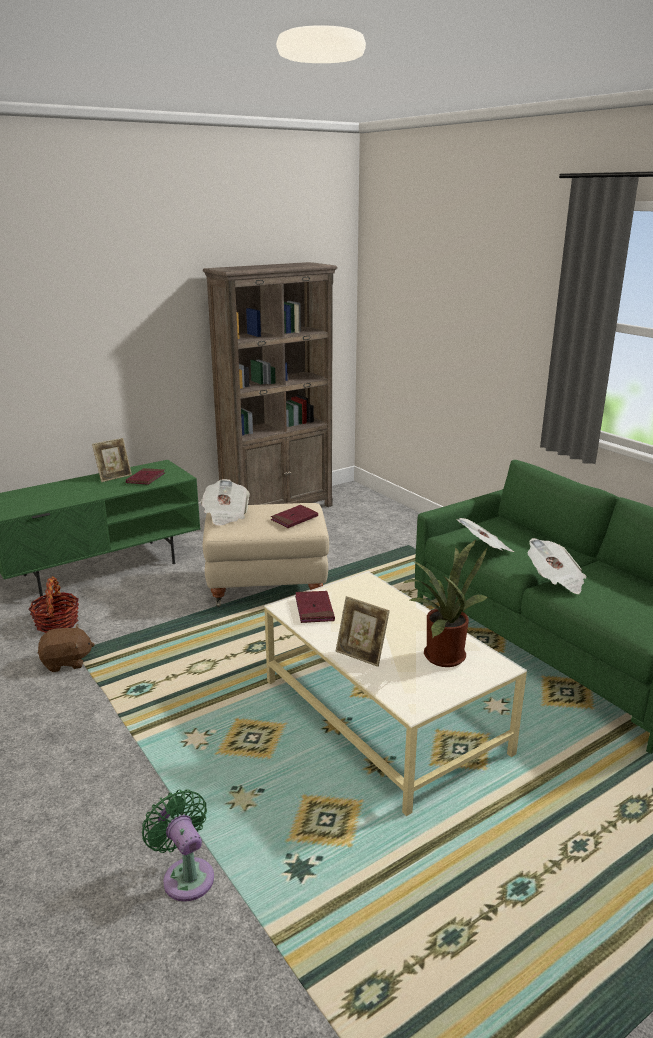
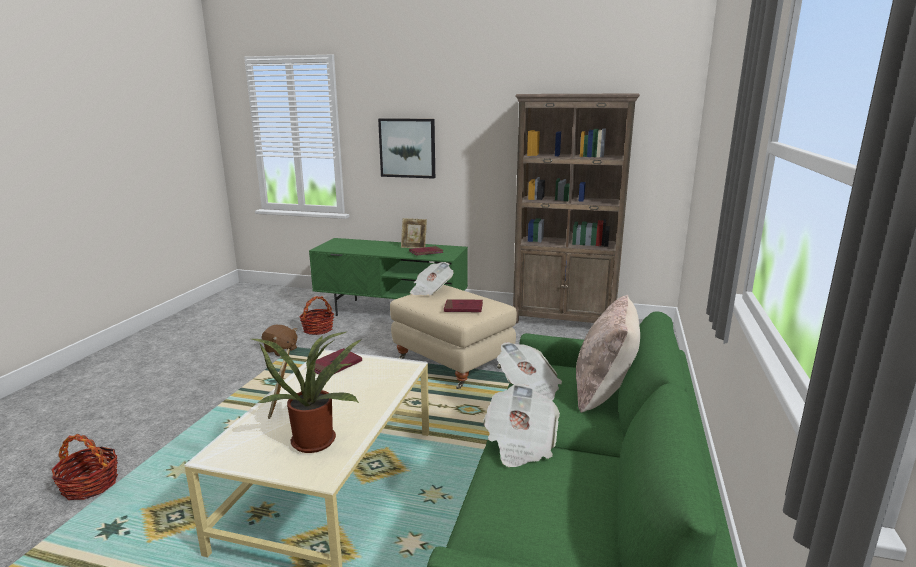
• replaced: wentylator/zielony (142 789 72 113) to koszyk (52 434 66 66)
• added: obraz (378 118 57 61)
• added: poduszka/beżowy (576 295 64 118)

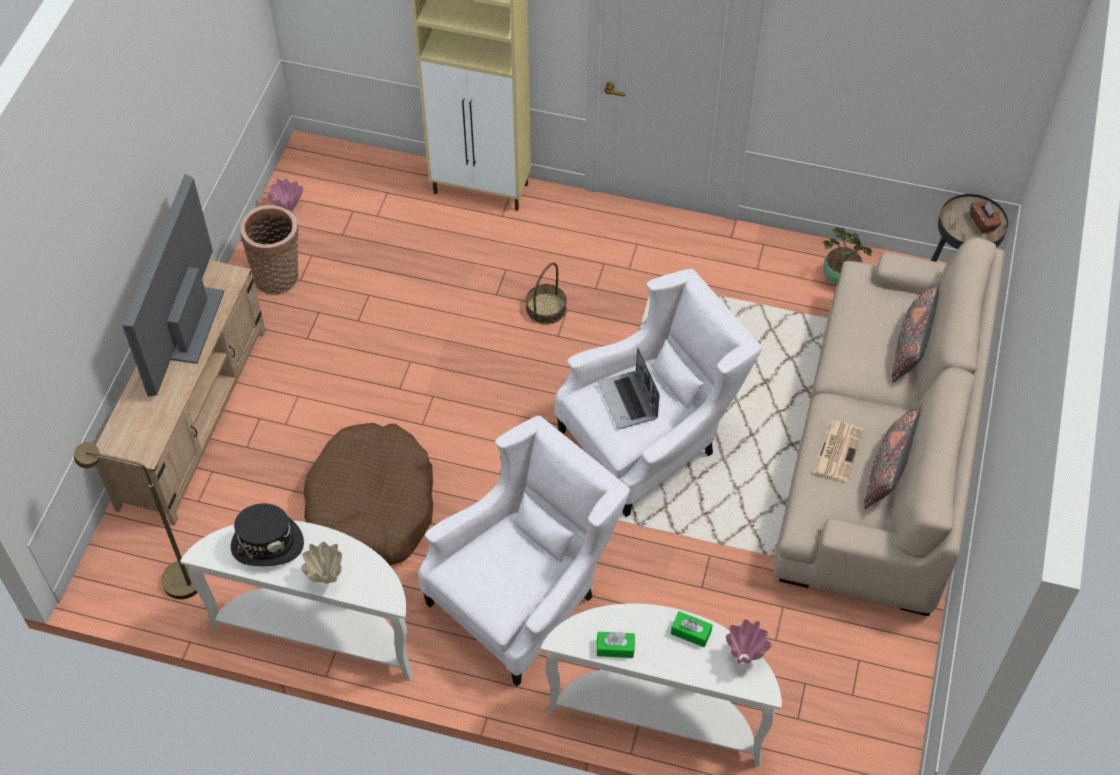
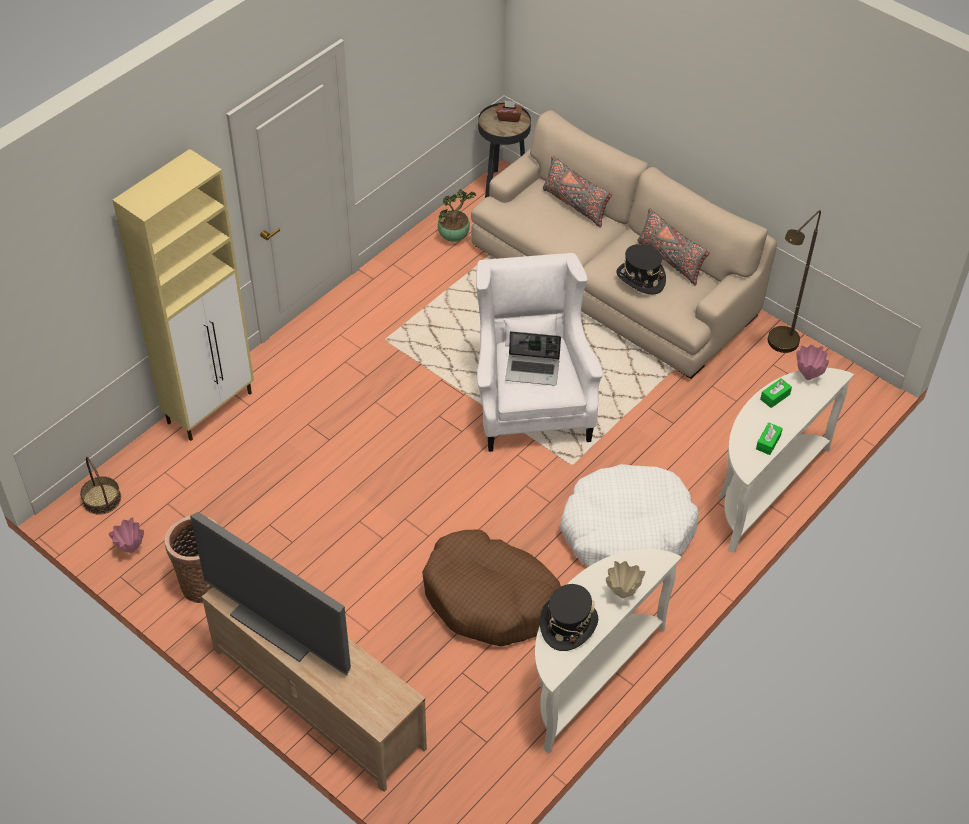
• moved: koszyk (526 262 40 62) to (80 457 41 58)
• replaced: fotel/biały (418 416 212 271) to legowisko/biały (560 464 139 102)
• replaced: gazeta (813 420 50 62) to kapelusz/czarny (616 244 50 50)
• moved: lampa stojąca/brązowy (74 442 123 157) to (768 210 53 143)

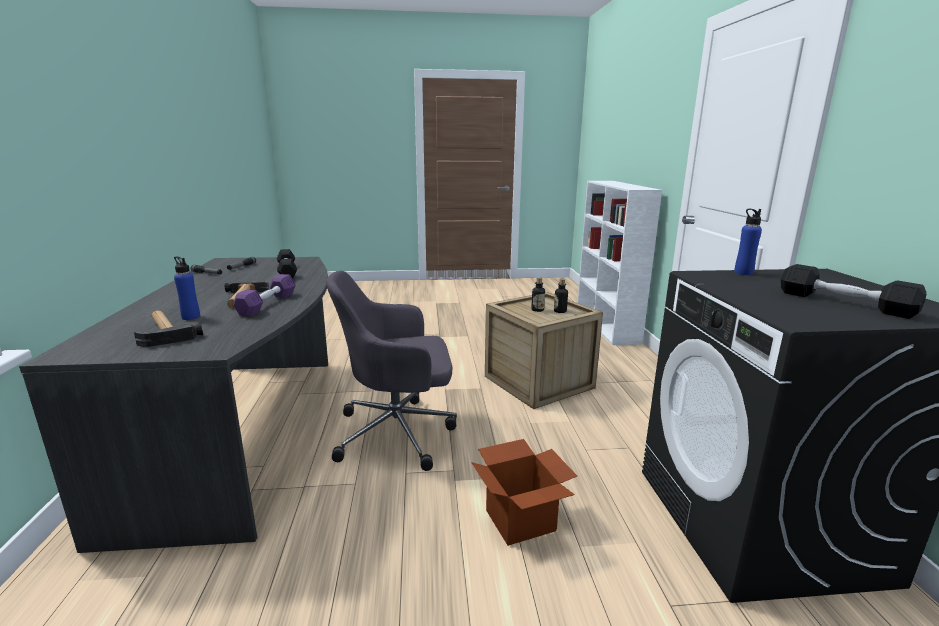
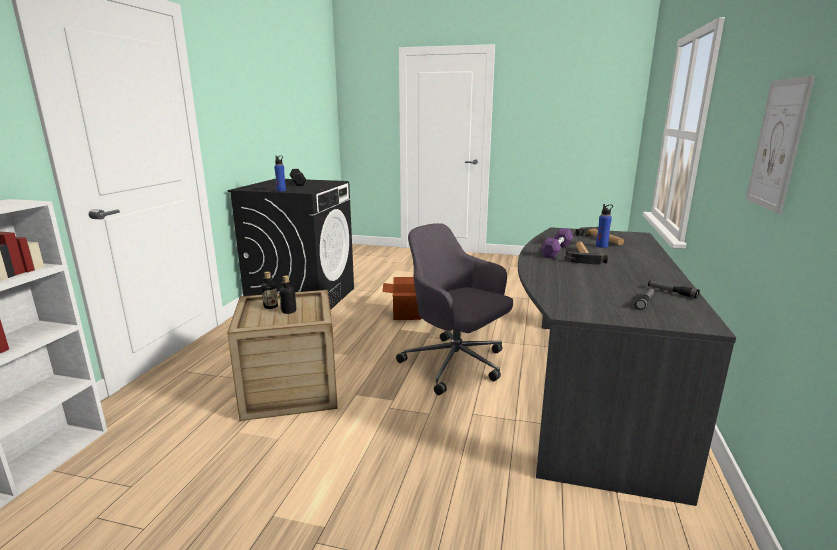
• removed: hantel/czarny (277 249 20 30)
• turned: krzesło biurowe/szary (326 271 131 200) = (396 223 117 172) 150 degrees counterclockwise
• added: obraz (746 75 69 139)

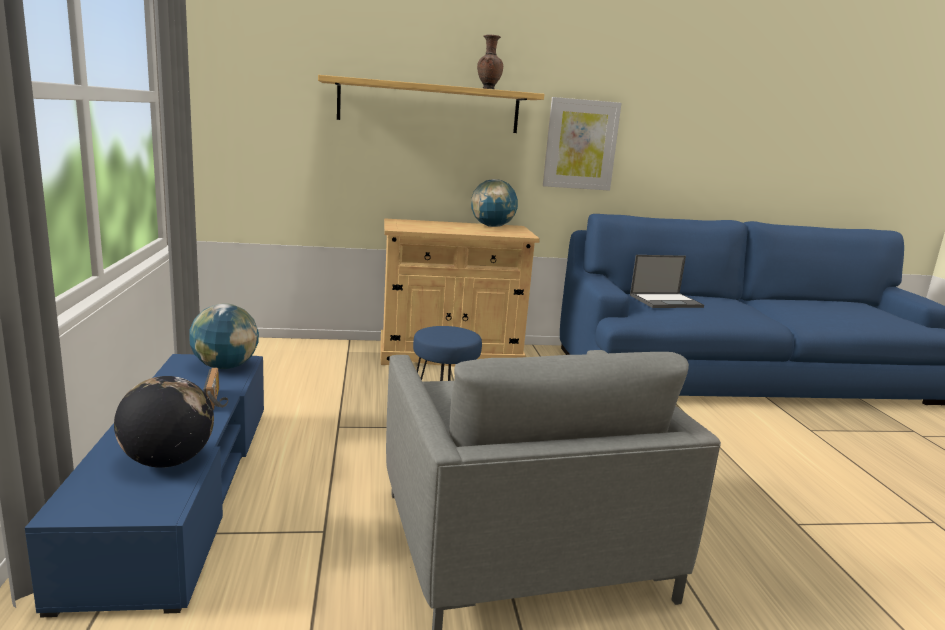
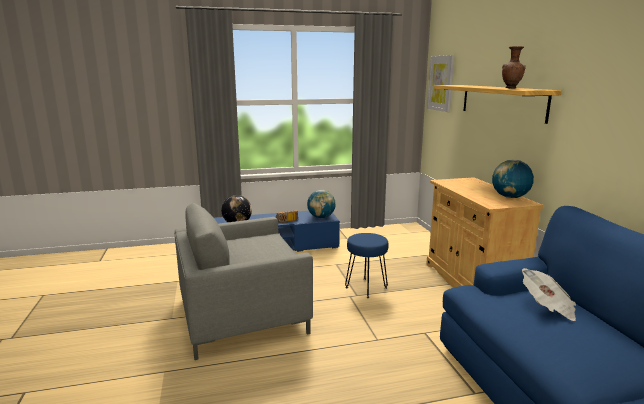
• moved: obraz (543 97 79 94) to (427 55 27 57)
• replaced: laptop (630 255 74 53) to gazeta (522 268 54 53)

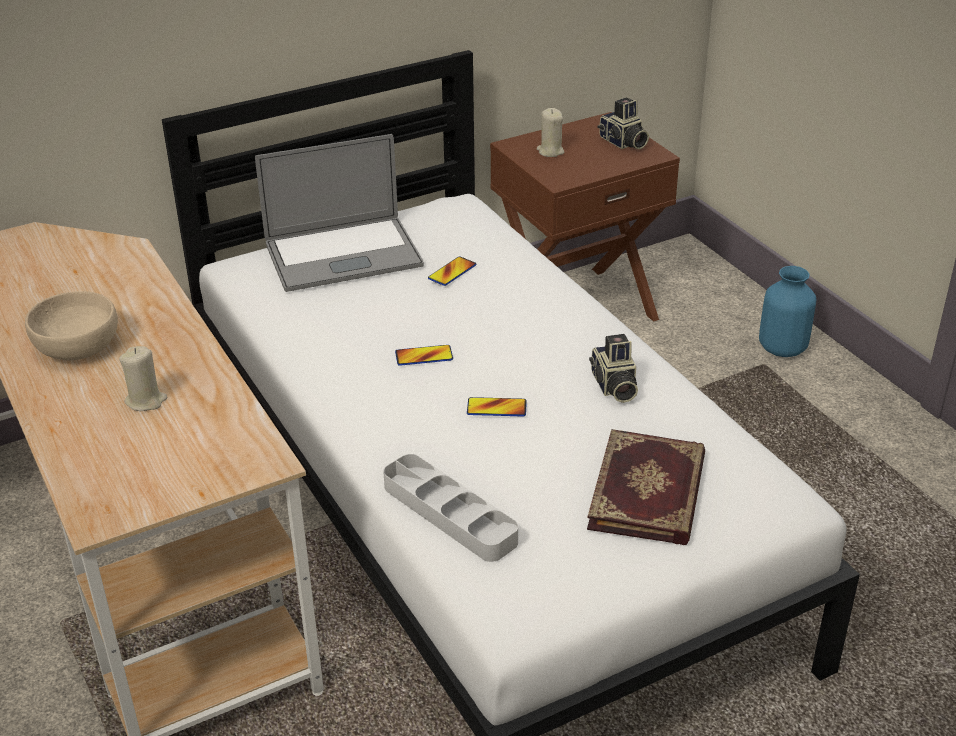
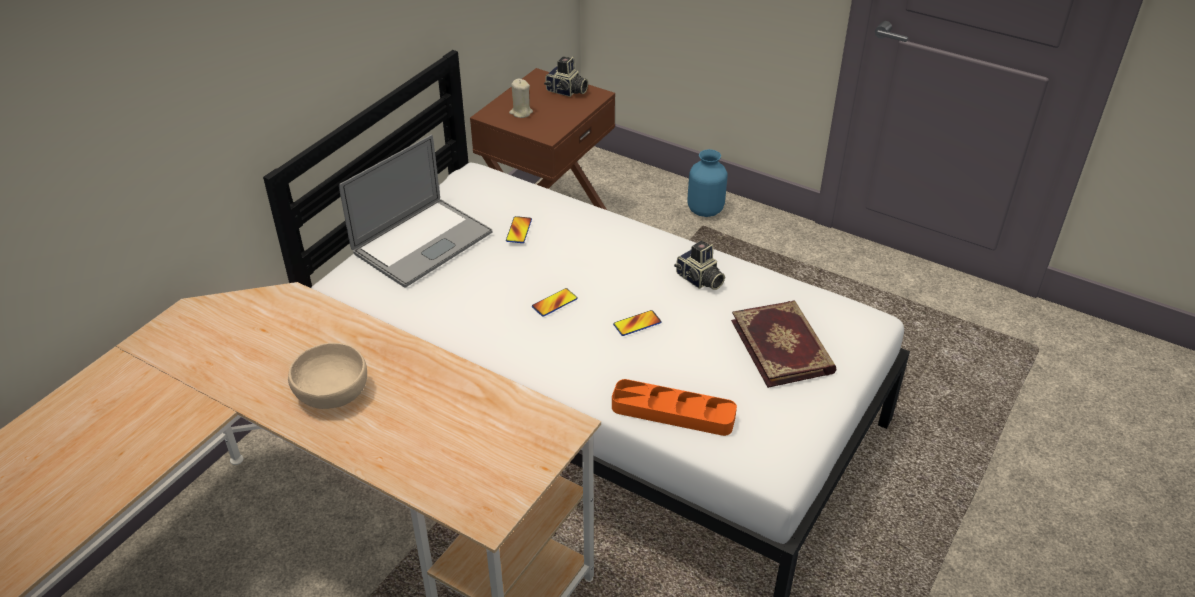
• removed: świeca/beżowy (119 346 48 65)
• recoloured: taca/szary (383 454 135 108) to taca/pomarańczowy (612 379 125 57)

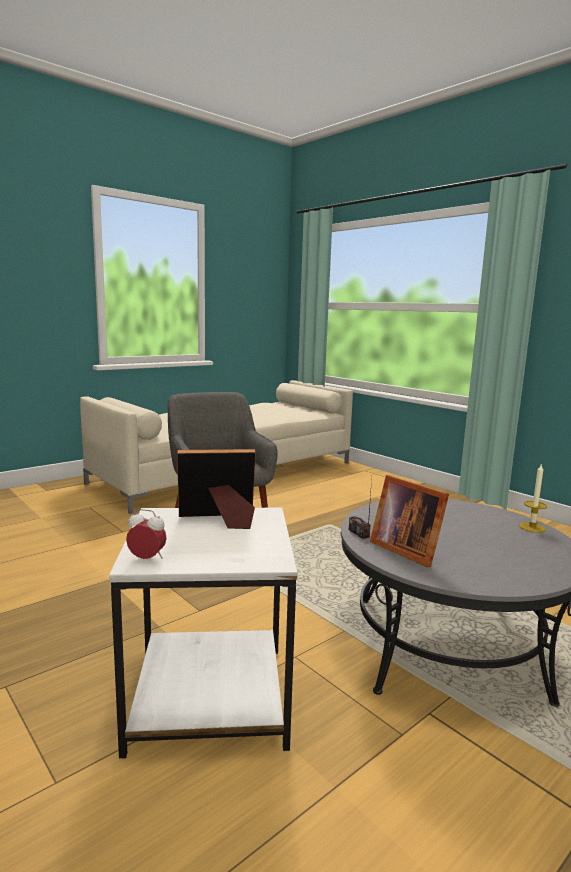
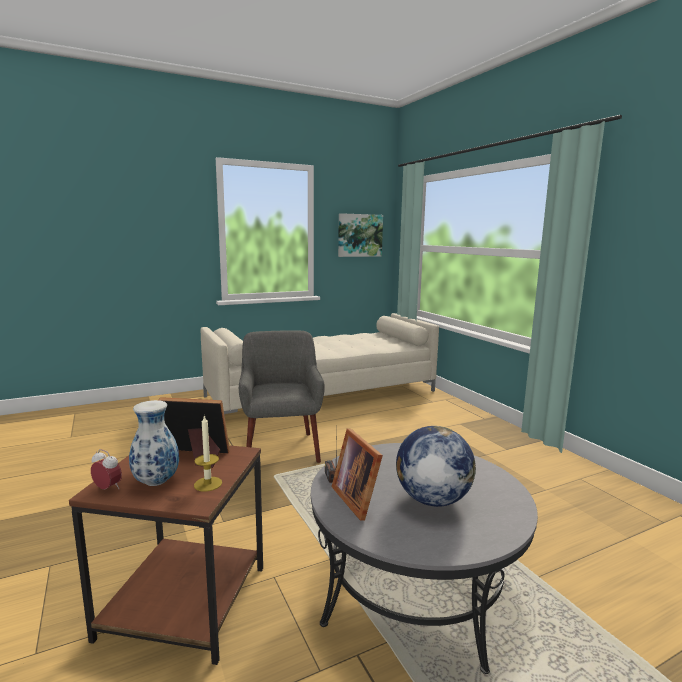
• moved: świeca (519 463 28 70) to (194 415 28 77)
• recoloured: stolik/biały (109 508 188 250) to stolik/brązowy (69 445 194 220)
• added: obraz (338 213 45 44)
• added: wazon (129 400 50 86)
• added: globus (396 426 80 81)

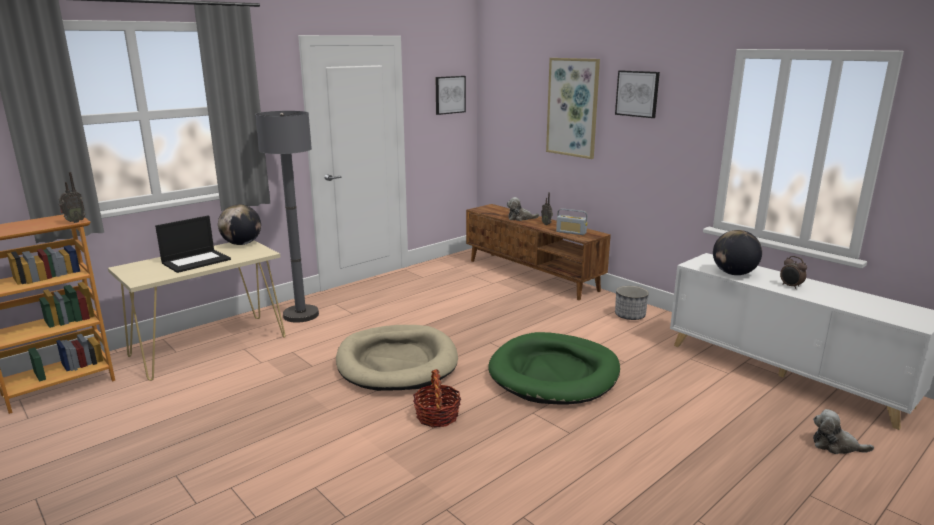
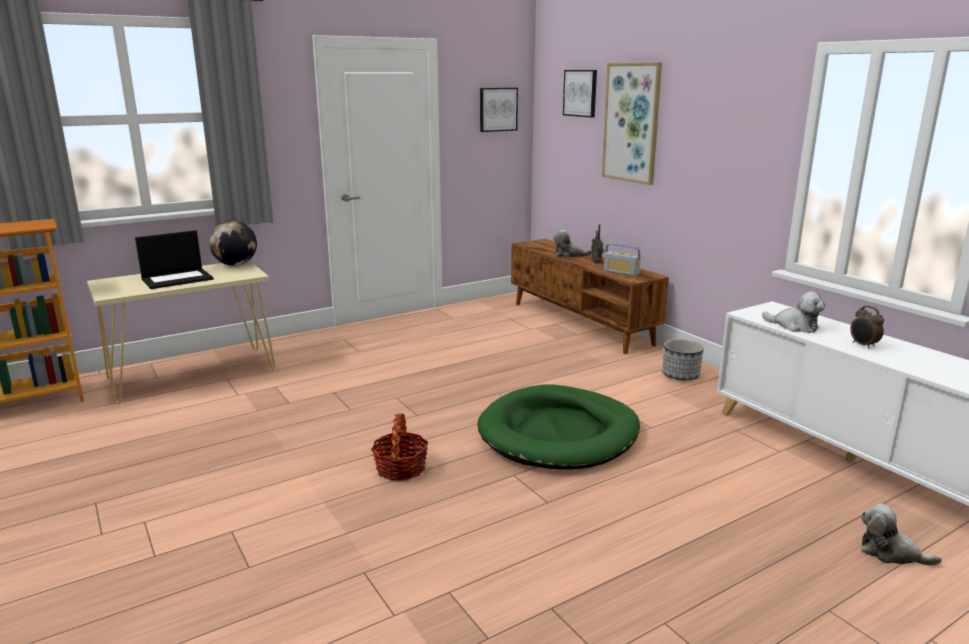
• moved: obraz (615 70 45 48) to (563 70 34 48)
• removed: lampa stojąca/szary (255 111 64 212)
• removed: radio (59 172 27 51)
• replaced: globus (713 230 49 45) to pluszak (762 291 63 42)
• removed: legowisko/beżowy (336 325 122 66)

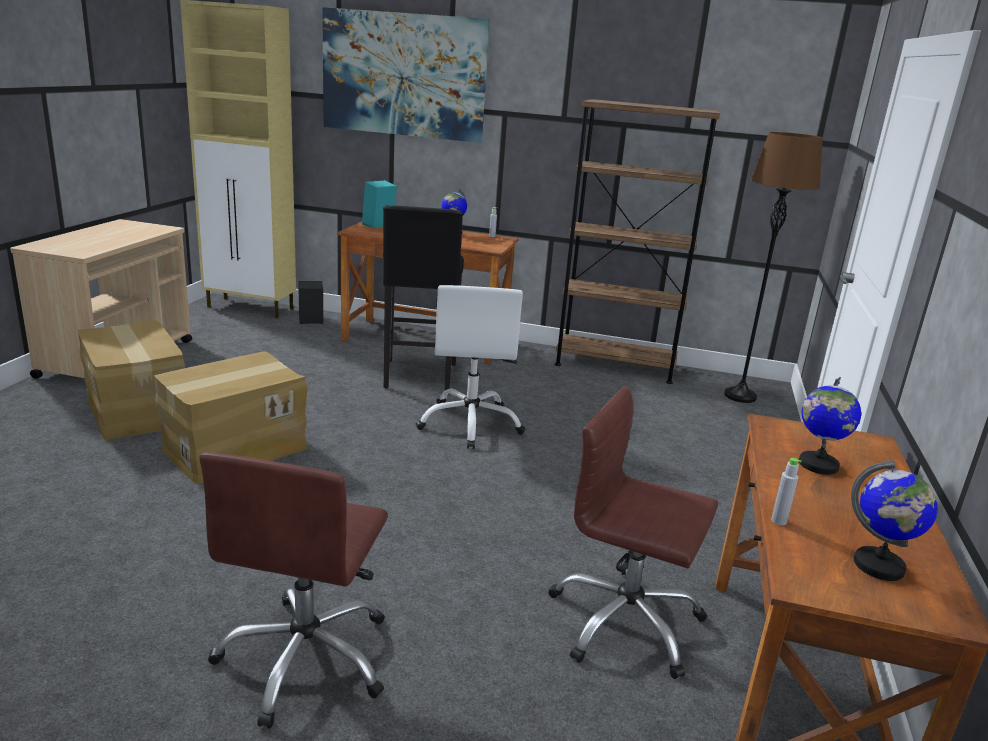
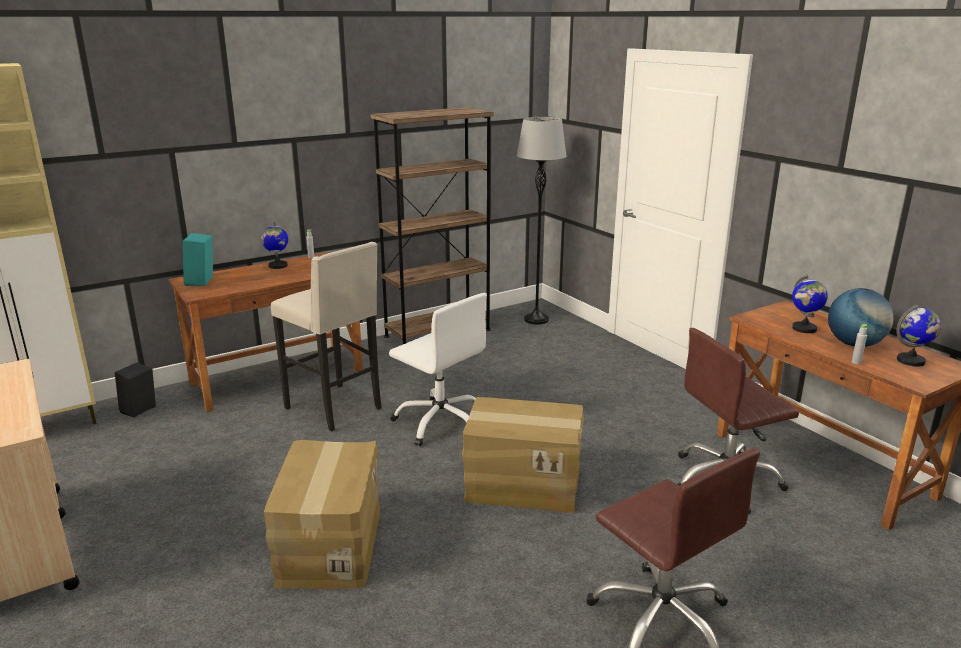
• removed: obraz (322 7 168 136)
• recoloured: lampa stojąca/brązowy (724 132 99 271) to lampa stojąca/szary (517 117 49 208)
• recoloured: stołek/czarny (383 205 81 185) to stołek/beżowy (271 242 110 189)
• moved: karton (78 320 107 121) to (462 397 122 116)
• added: globus (828 288 66 59)

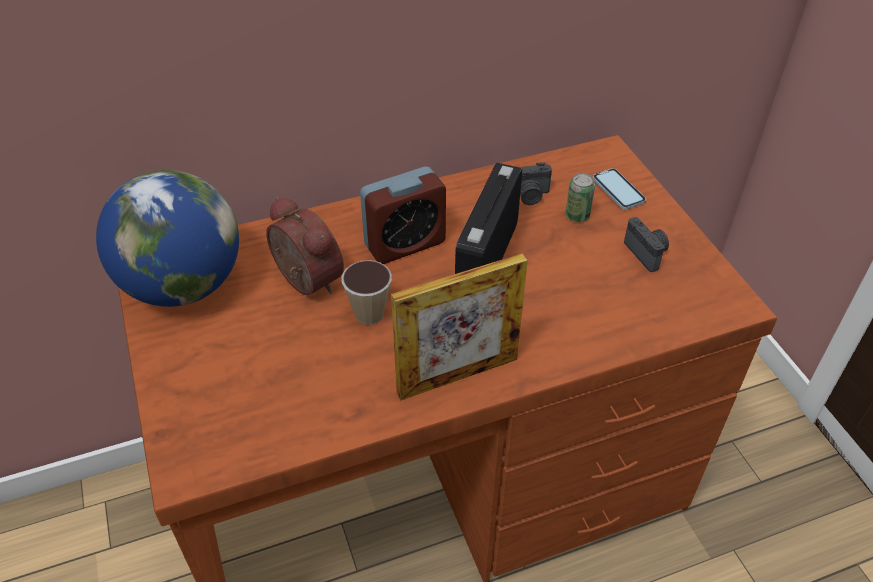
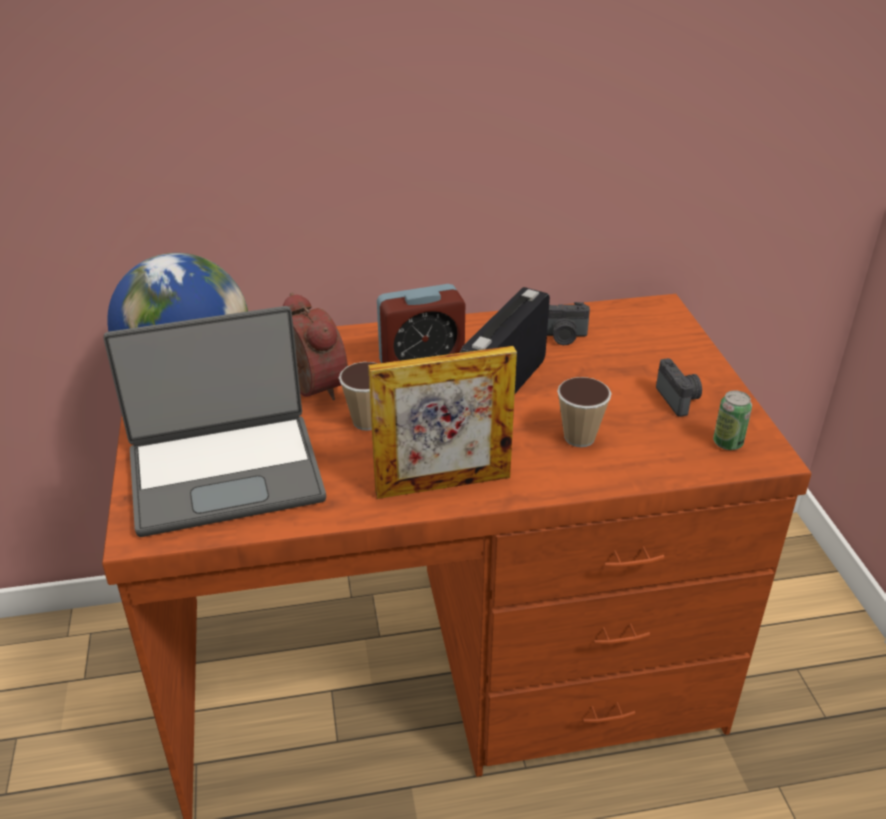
• removed: telefon (593 168 53 42)
• moved: puszka (565 173 30 49) to (713 390 39 60)
• added: laptop (103 306 223 231)
• added: filiżanka (557 377 55 70)

